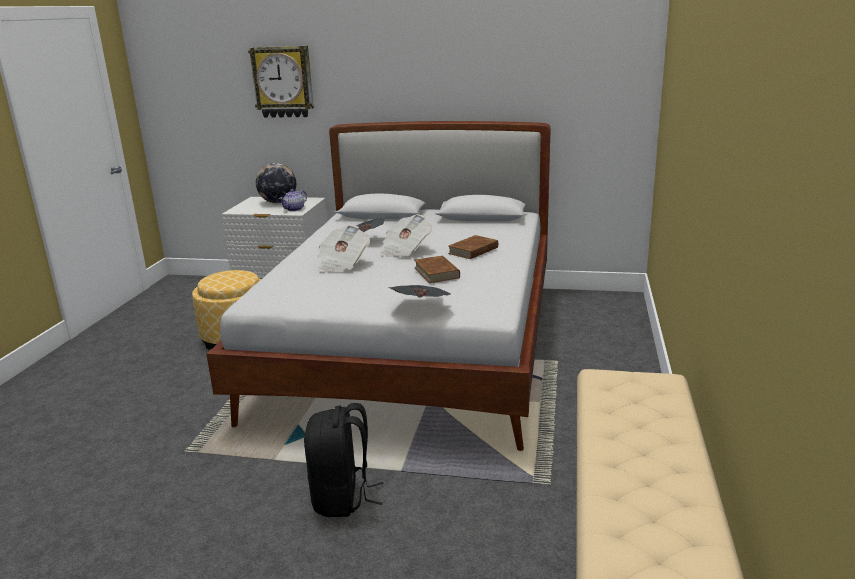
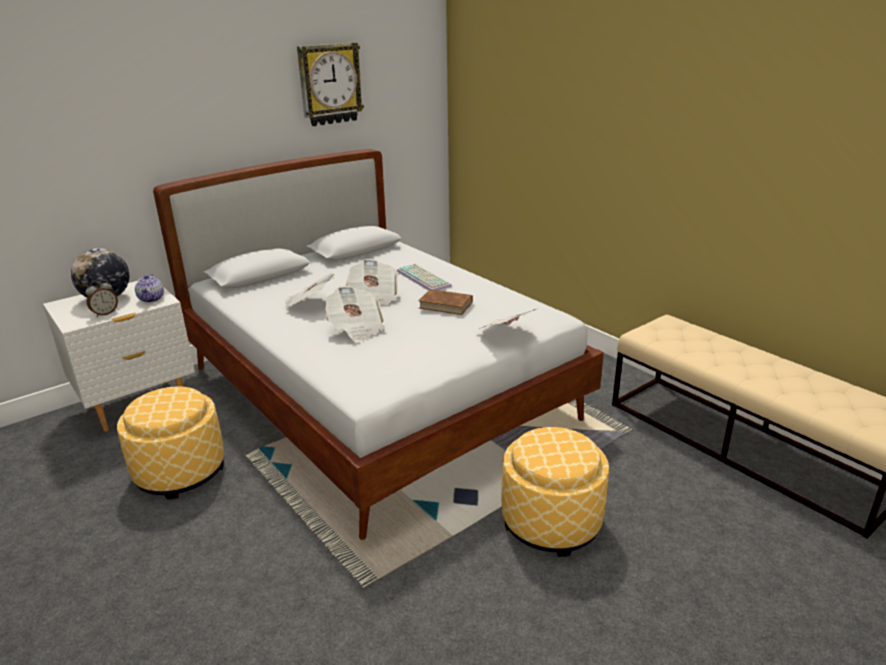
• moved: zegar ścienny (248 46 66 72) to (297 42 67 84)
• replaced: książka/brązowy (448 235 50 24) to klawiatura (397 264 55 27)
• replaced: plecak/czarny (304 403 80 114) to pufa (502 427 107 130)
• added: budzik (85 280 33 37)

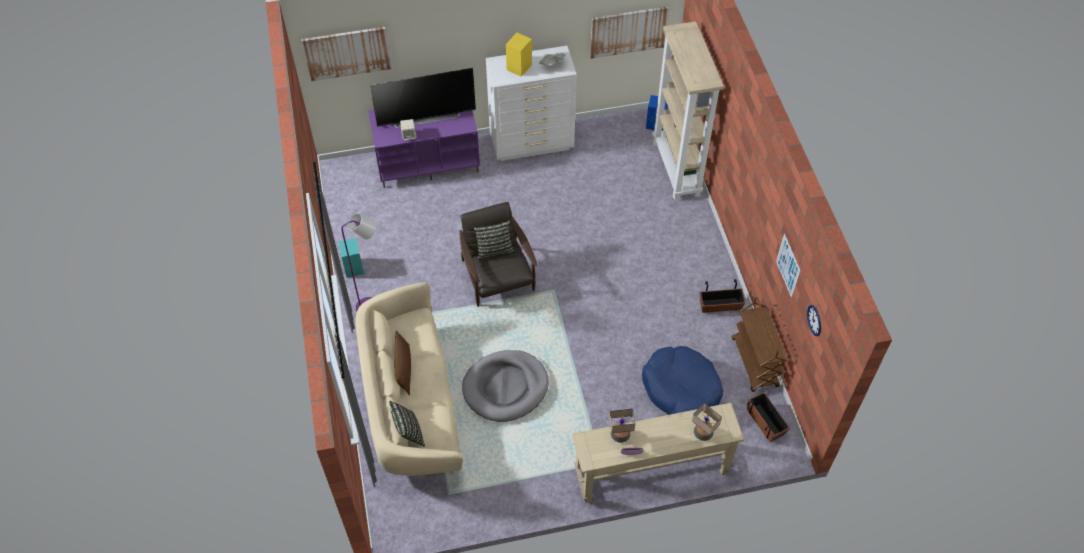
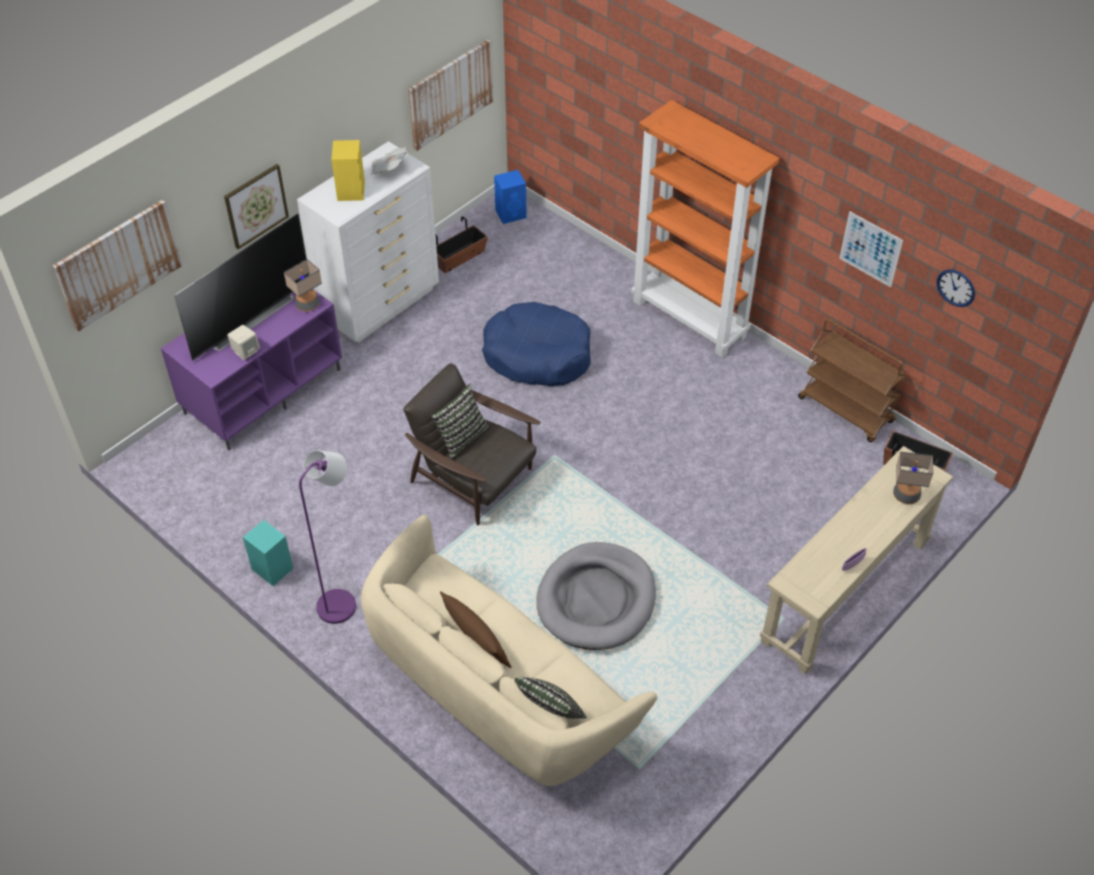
• removed: regał/beżowy (652 21 72 180)
• moved: donica (700 279 46 34) to (435 216 53 57)
• moved: legowisko/niebieski (642 346 81 69) to (482 302 109 84)
• moved: lampa stołowa (609 408 26 35) to (284 259 38 53)
• added: regał/pomarańczowy (631 100 148 258)
• added: obraz (224 164 65 85)

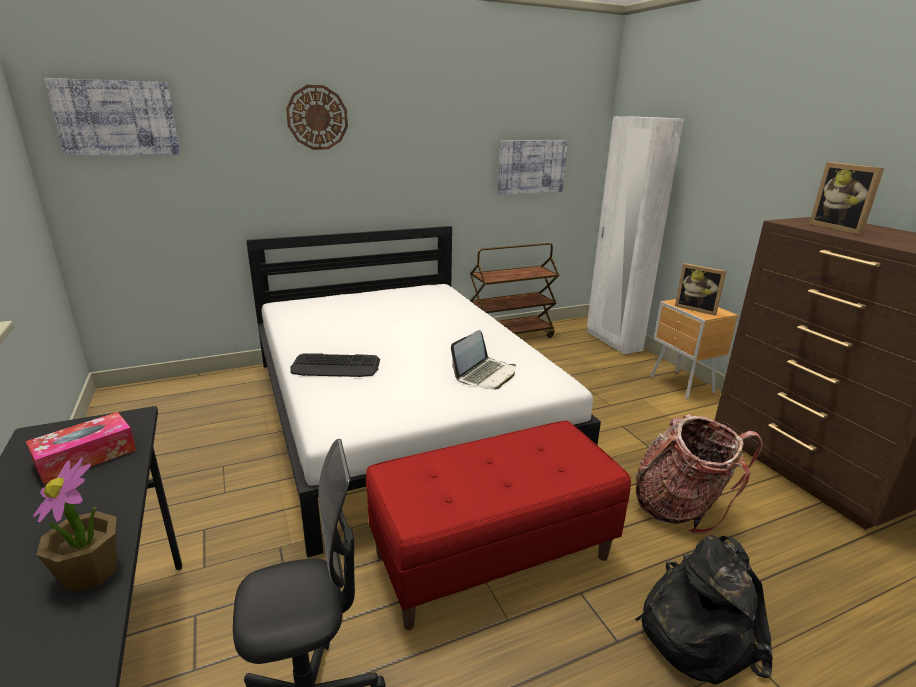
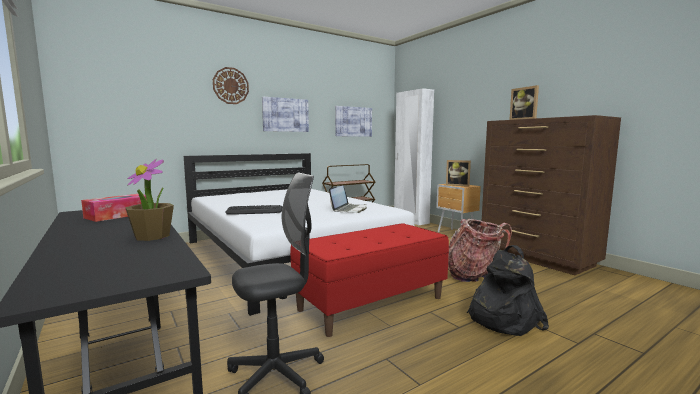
• moved: obraz (45 78 135 78) to (262 97 47 35)

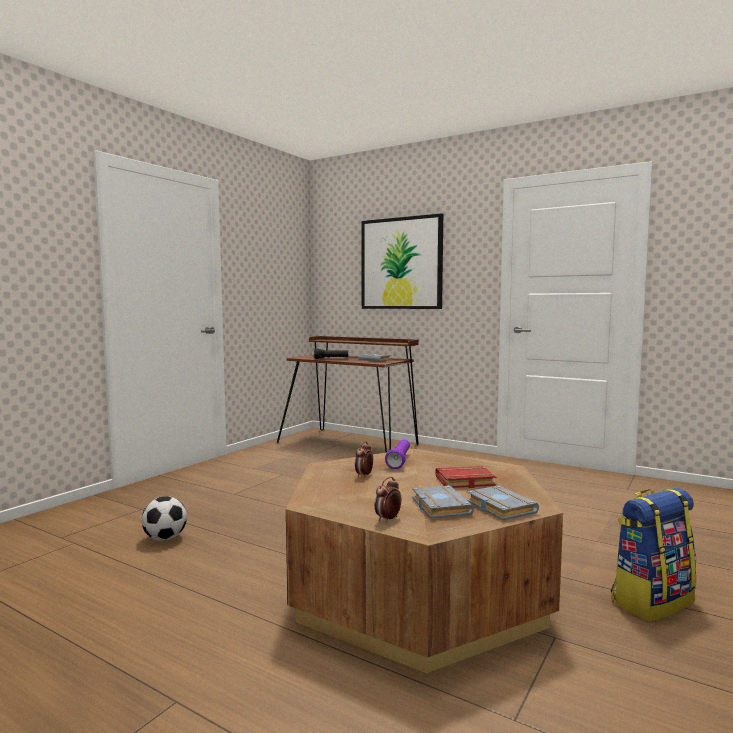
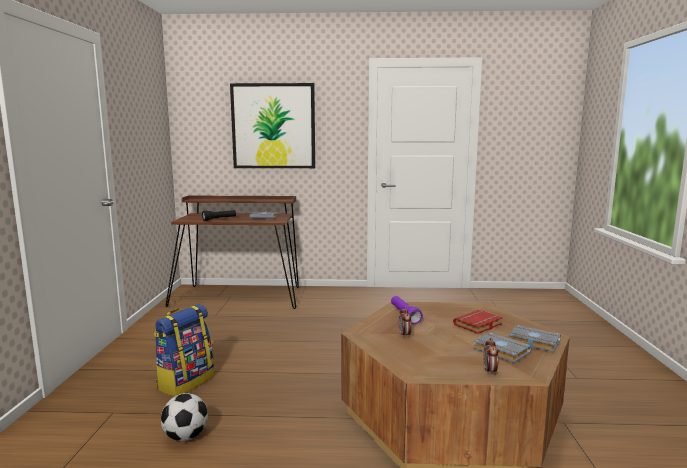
• moved: plecak (611 488 85 134) to (154 304 60 92)

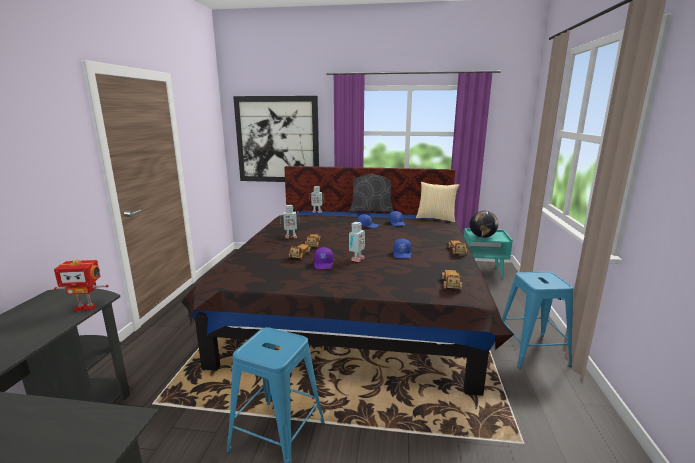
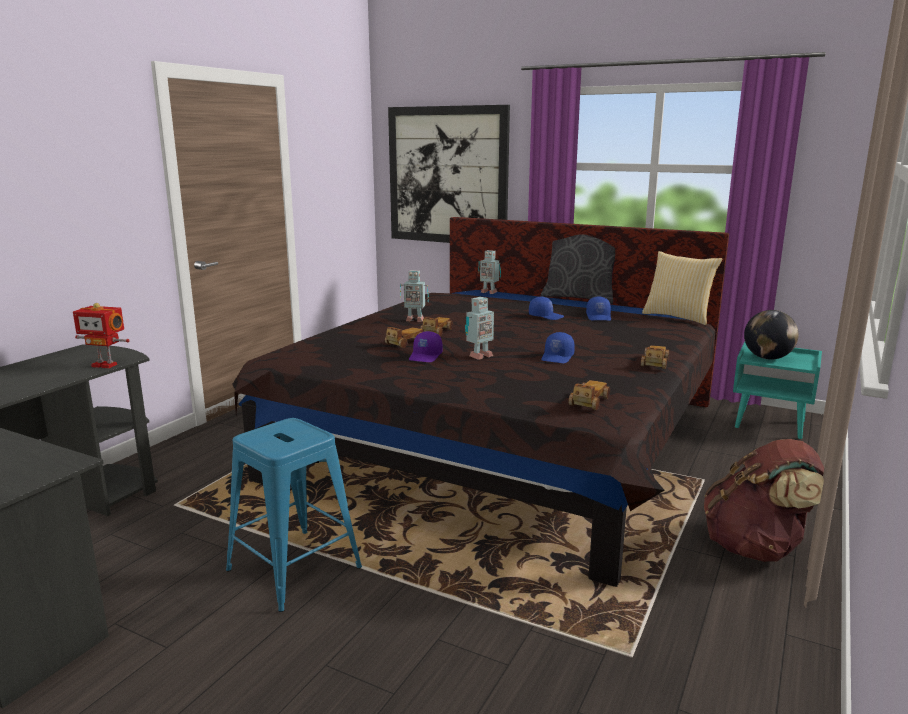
• replaced: stołek/niebieski (502 272 72 96) to plecak/brązowy (704 439 120 123)

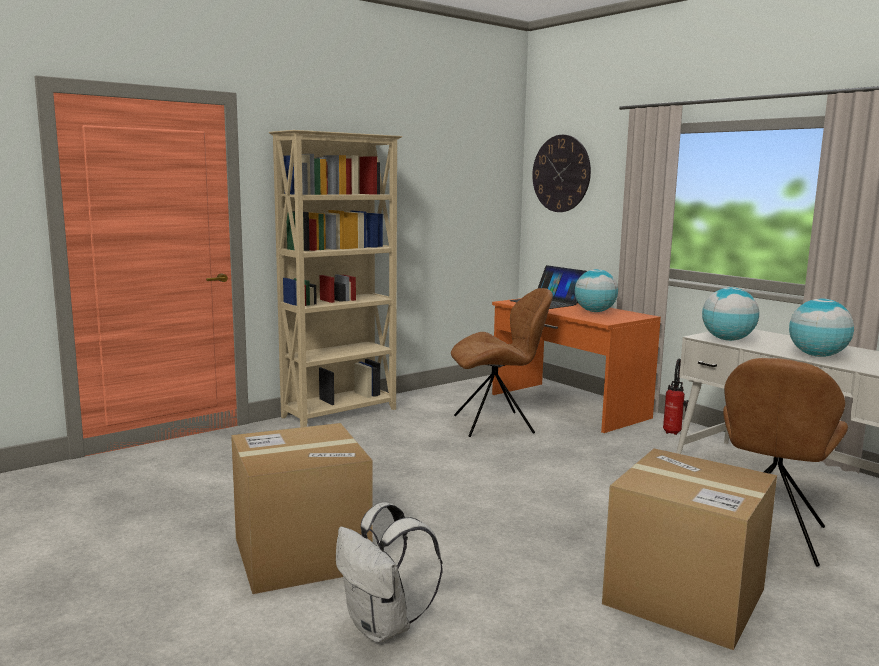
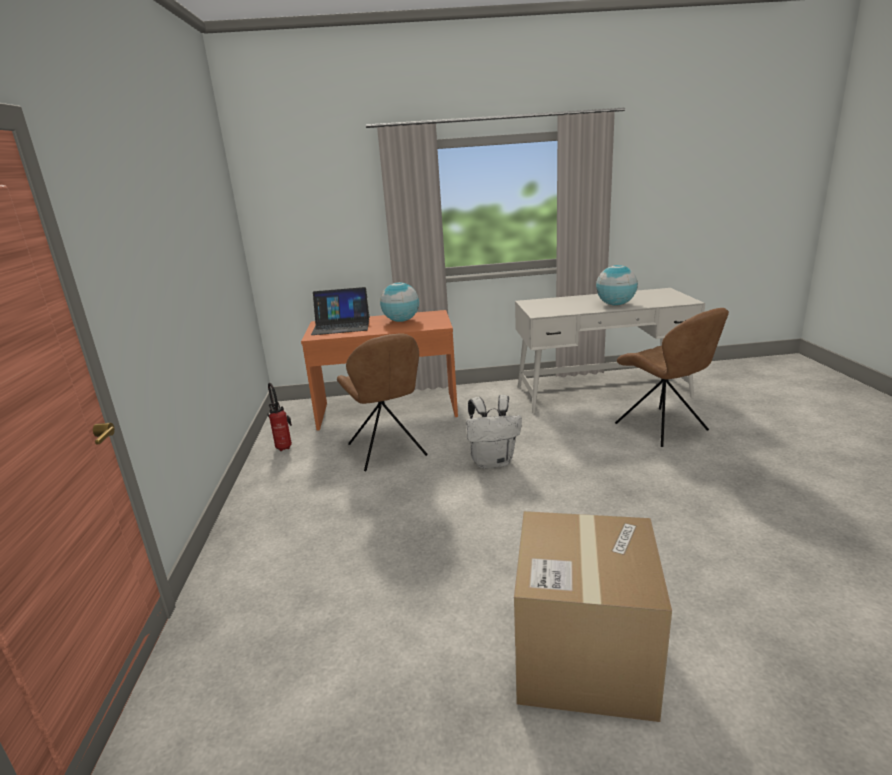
• removed: regał/beżowy (269 130 134 297)
• removed: zegar ścienny (532 135 59 77)
• removed: globus (702 287 57 54)
• turned: krzesło/brązowy (451 288 102 149) = (337 333 91 138) 135 degrees clockwise
• moved: gaśnica (663 358 25 77) to (267 383 25 68)
• removed: karton (602 448 175 202)
• moved: plecak/biały (336 502 107 141) to (466 395 56 74)

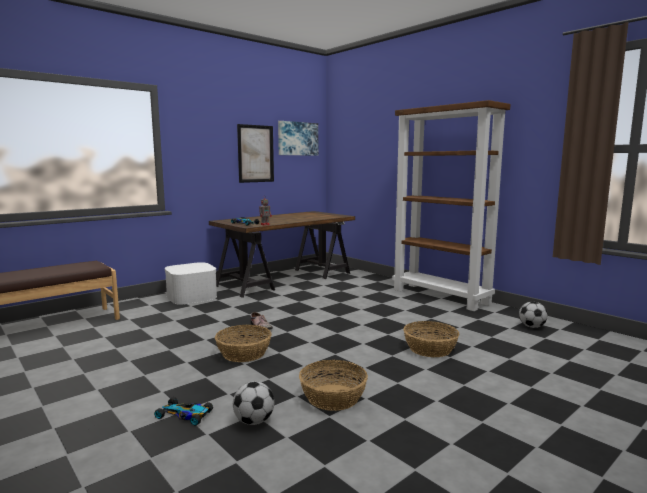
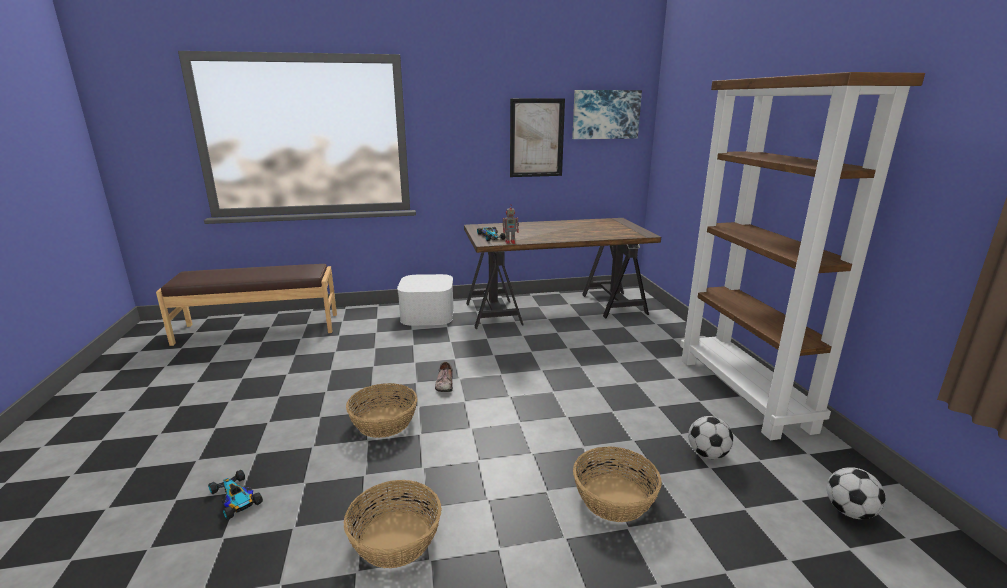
• moved: piłka futbolowa (233 381 41 44) to (688 416 45 43)

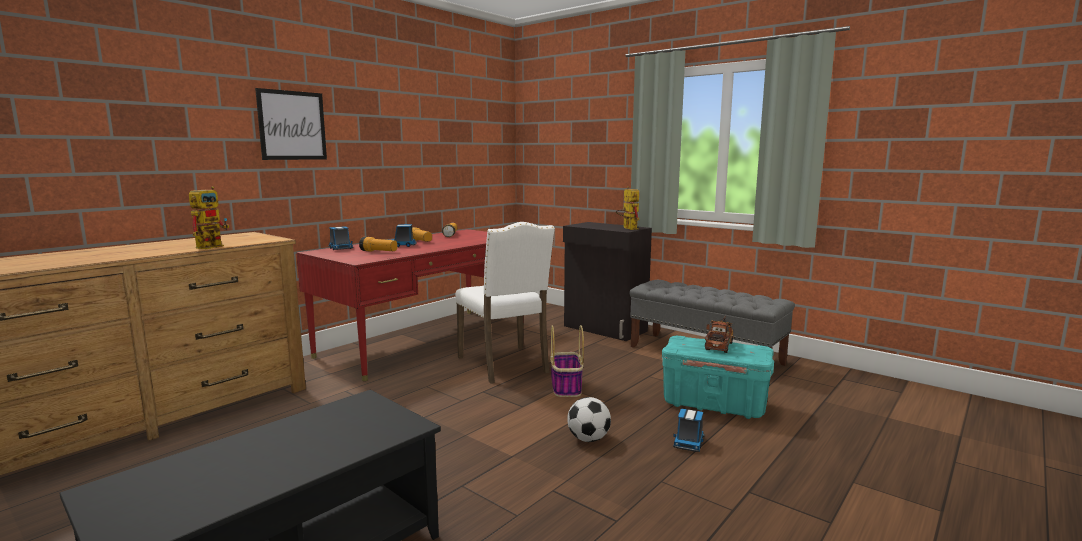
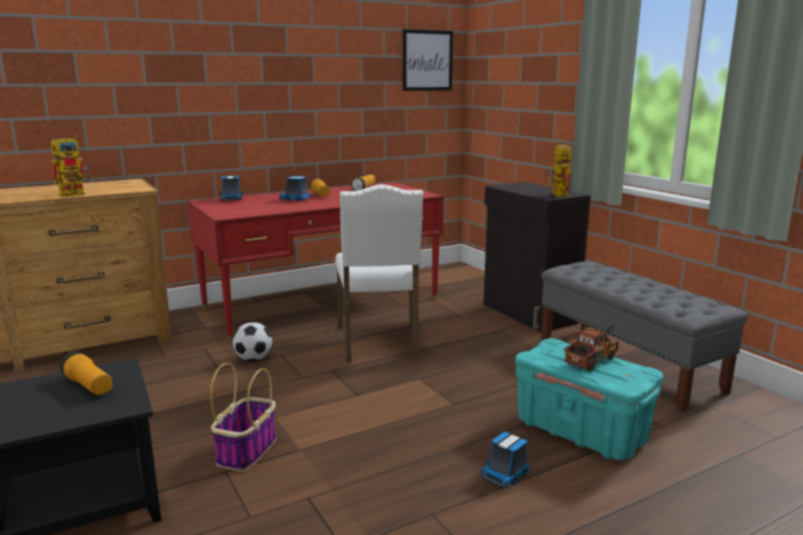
• moved: obraz (255 88 72 72) to (403 29 50 62)
• moved: latarka (359 237 39 15) to (60 352 53 43)
• moved: koszyk (550 325 34 72) to (210 363 66 108)
• moved: piłka futbolowa (567 397 44 45) to (233 322 39 39)

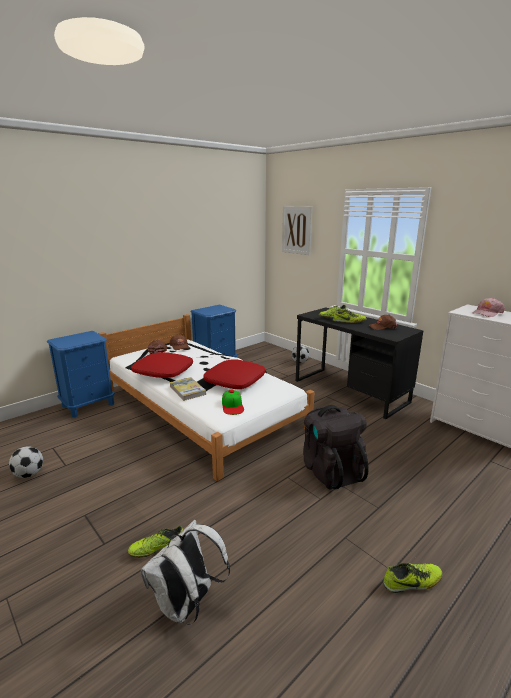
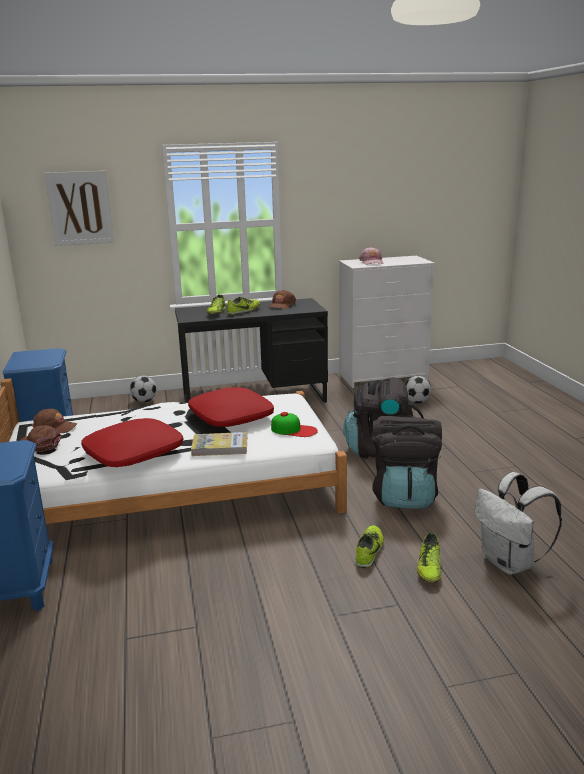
• moved: piłka futbolowa (9 446 34 32) to (405 376 26 27)
• moved: but (383 563 59 30) to (355 525 29 43)
• added: plecak/czarny (372 416 70 93)

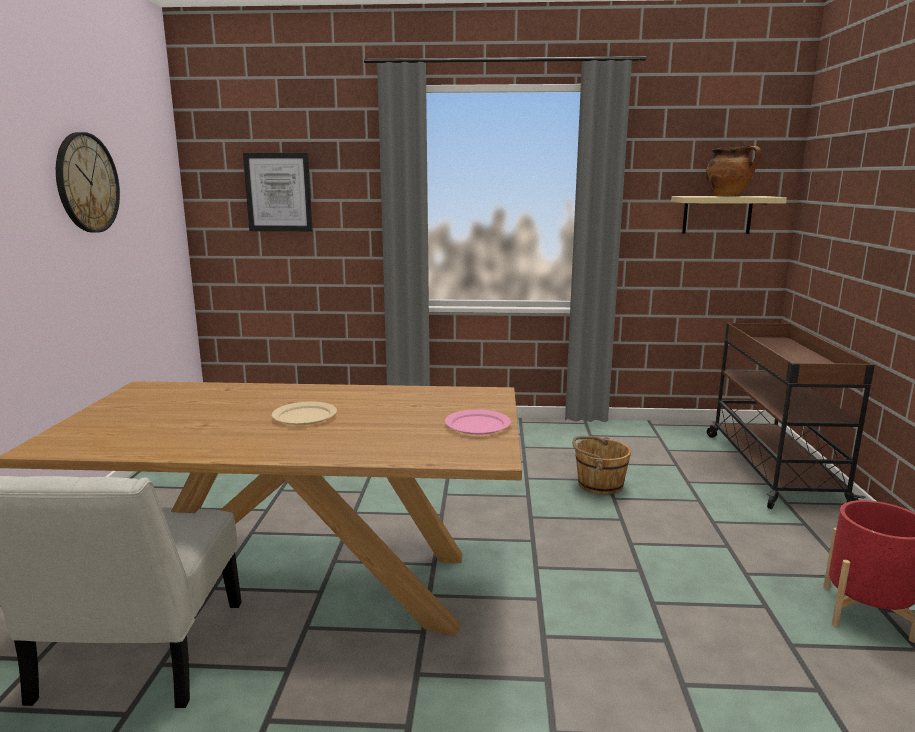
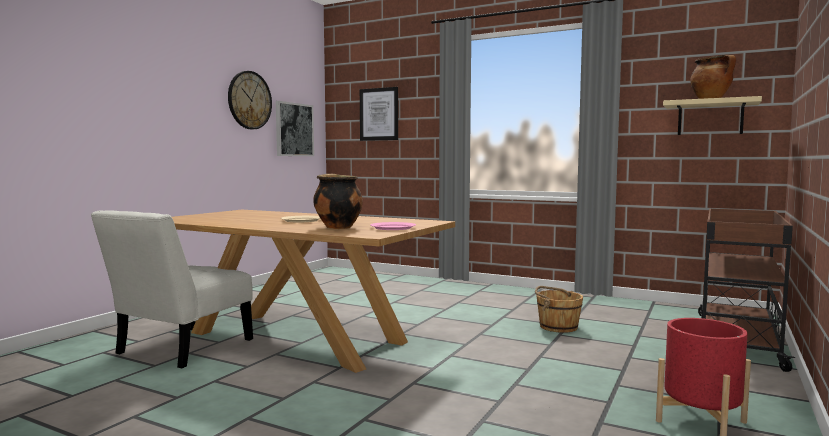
• added: obraz (276 101 38 55)
• added: garnek (313 174 50 55)

